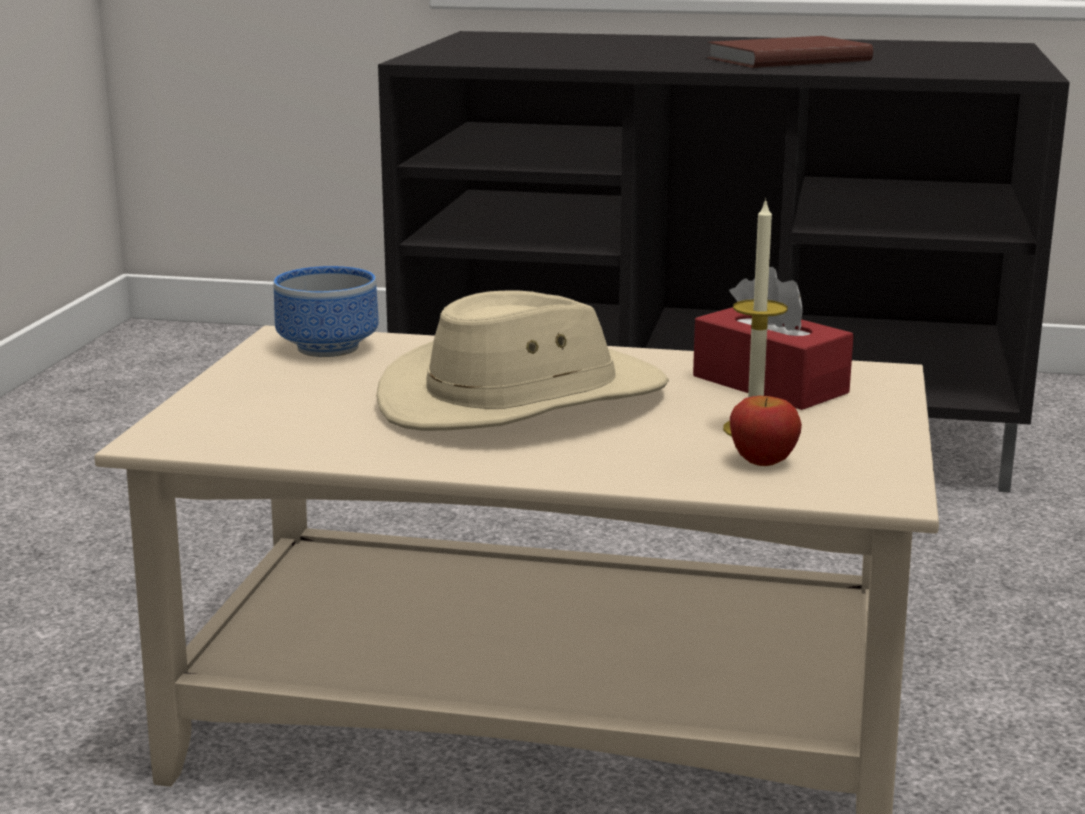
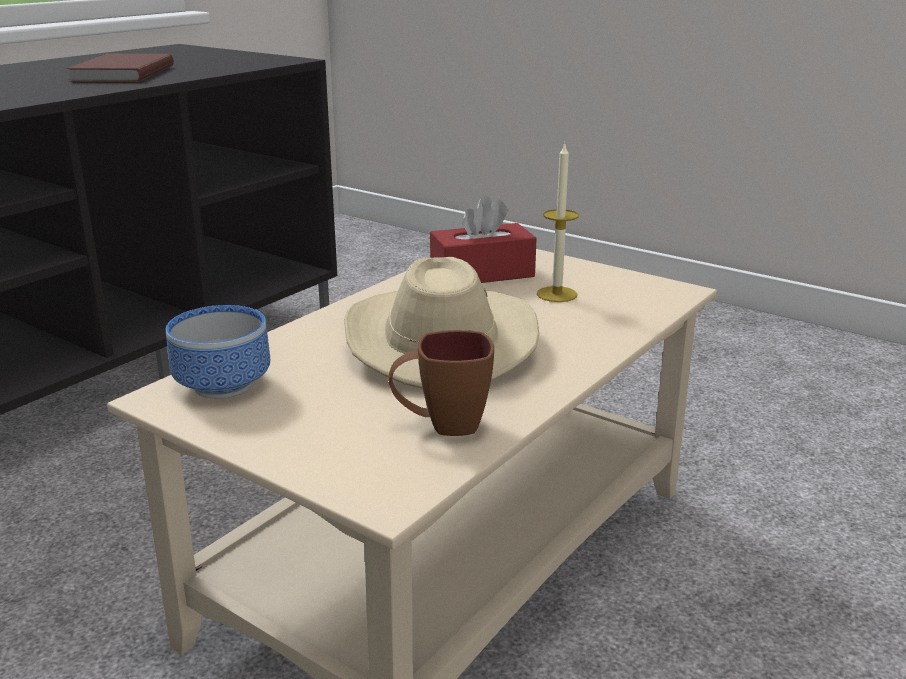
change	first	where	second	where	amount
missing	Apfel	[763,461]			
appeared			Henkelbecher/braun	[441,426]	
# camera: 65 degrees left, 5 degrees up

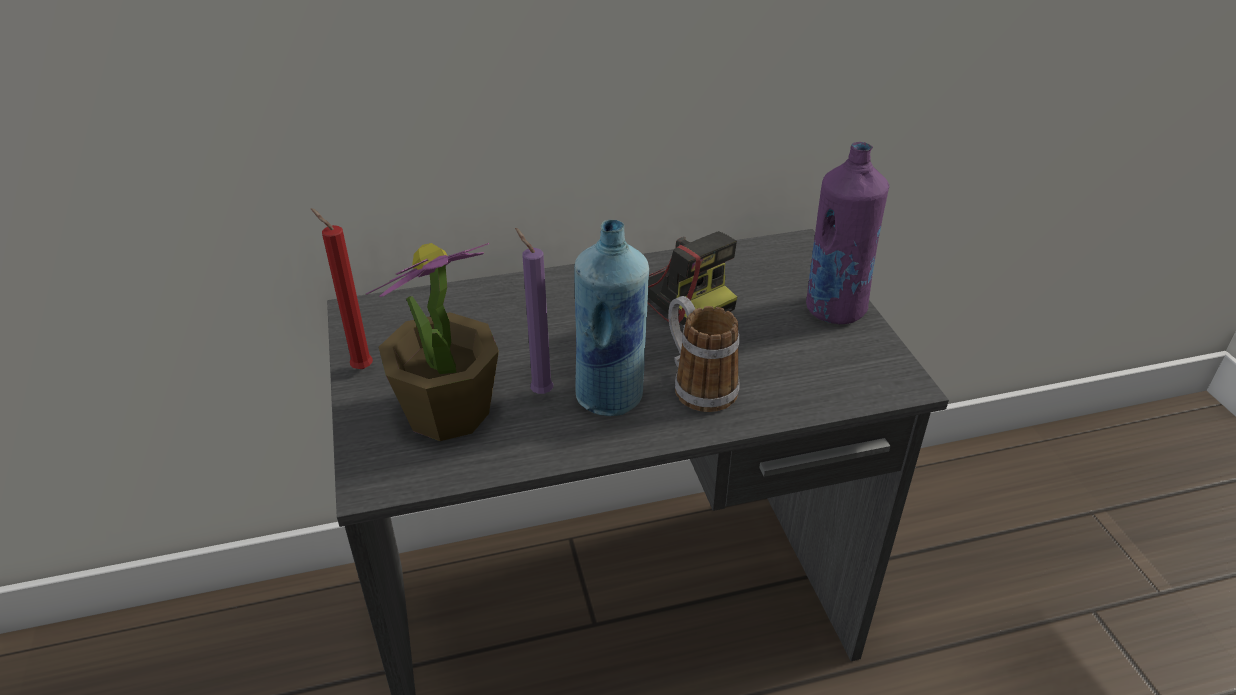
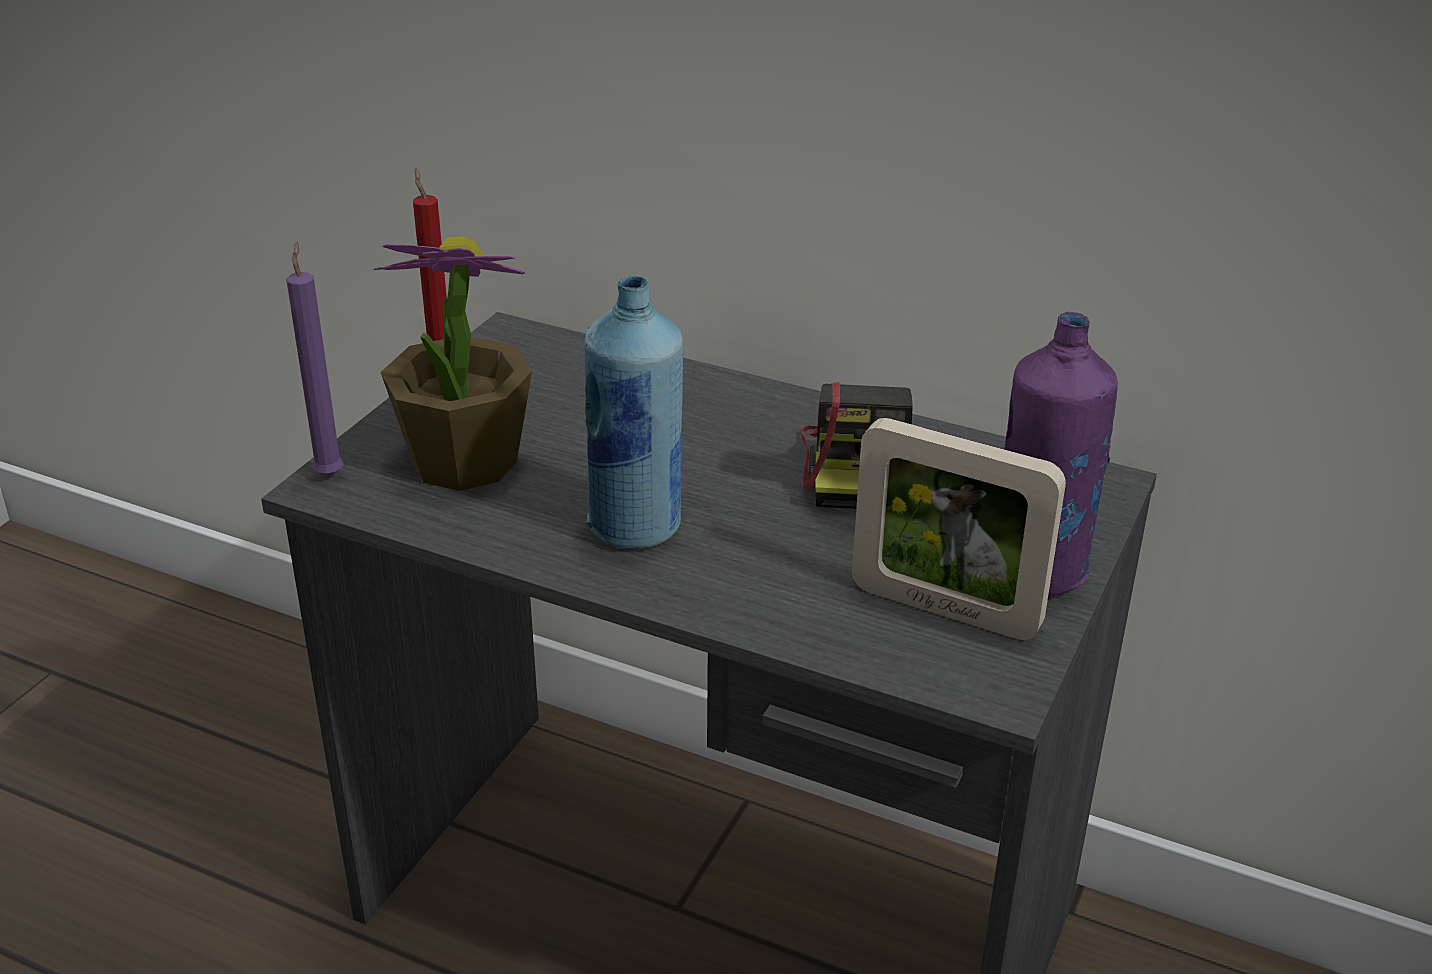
change	first	where	second	where	amount
relocated	Kerze/lila	[539,391]		[330,473]	
missing	Henkelbecher	[697,384]			
appeared			Bilderrahmen	[944,609]	
# camera: 40 degrees right, 5 degrees down

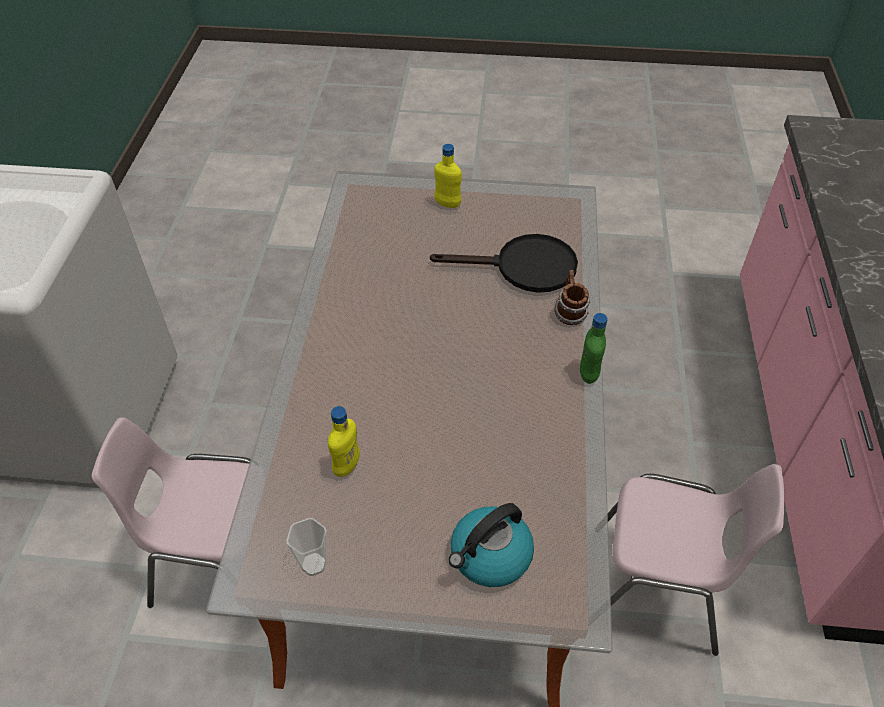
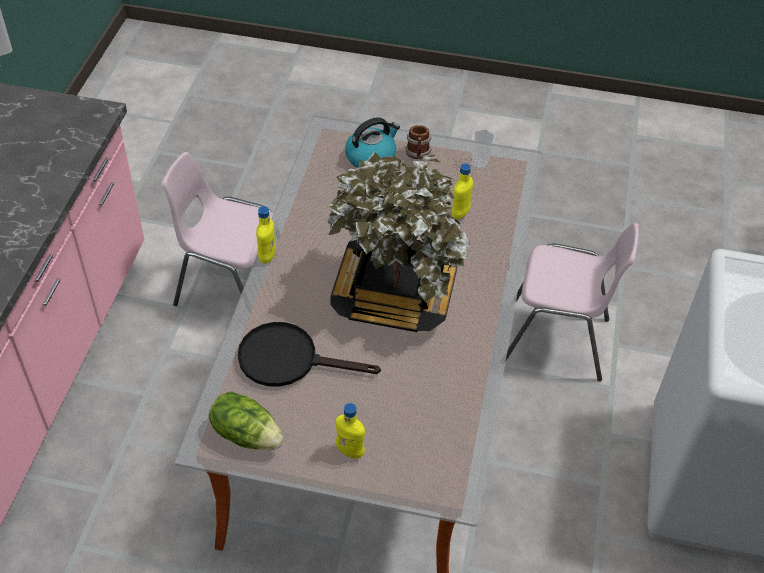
change	first	where	second	where	amount
relocated	Henkelbecher	[569,313]		[418,155]	
colour	Flasche/grün	[588,374]	Flasche/gelb	[267,256]	
appeared			Salatkopf	[247,434]	
appeared			Topfpflanze	[394,293]	
# camera: 175 degrees left, 0 degrees up

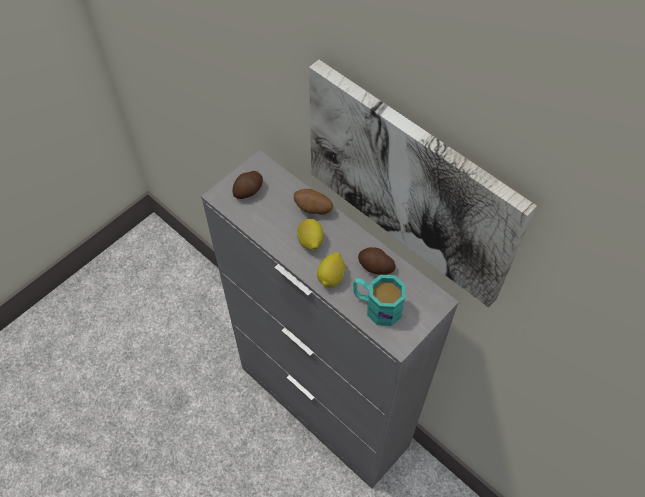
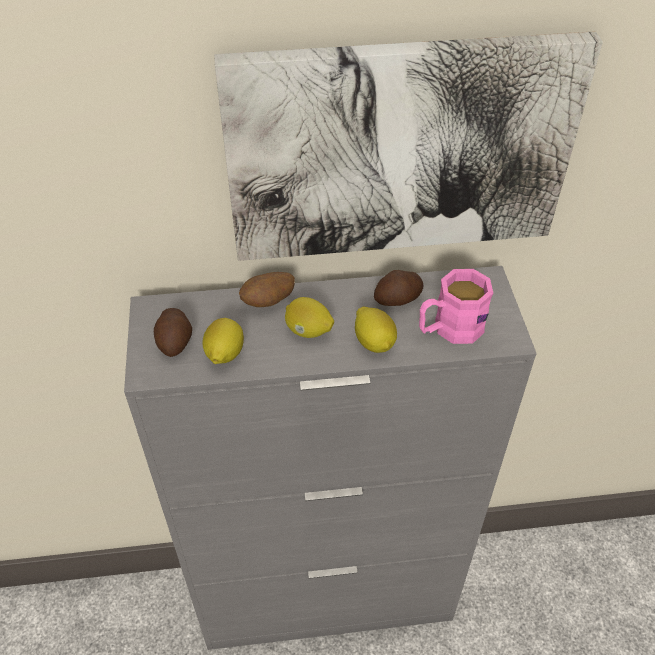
change	first	where	second	where	amount
colour	Henkelbecher/türkis	[376,306]	Henkelbecher/rosa	[449,329]	
appeared			Zitrone	[224,354]	
# camera: 50 degrees left, 10 degrees down

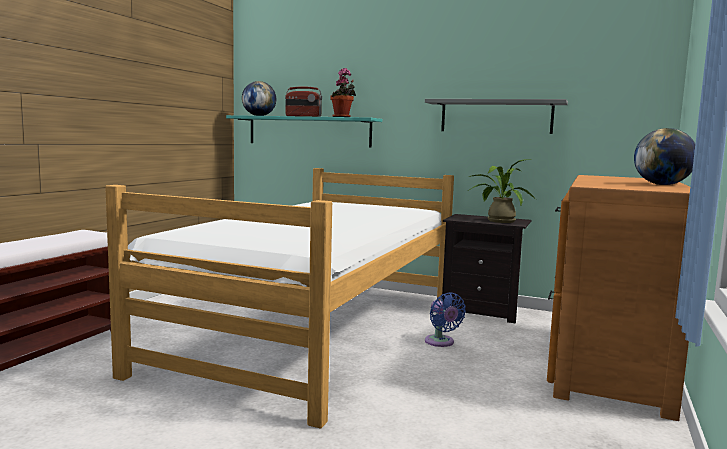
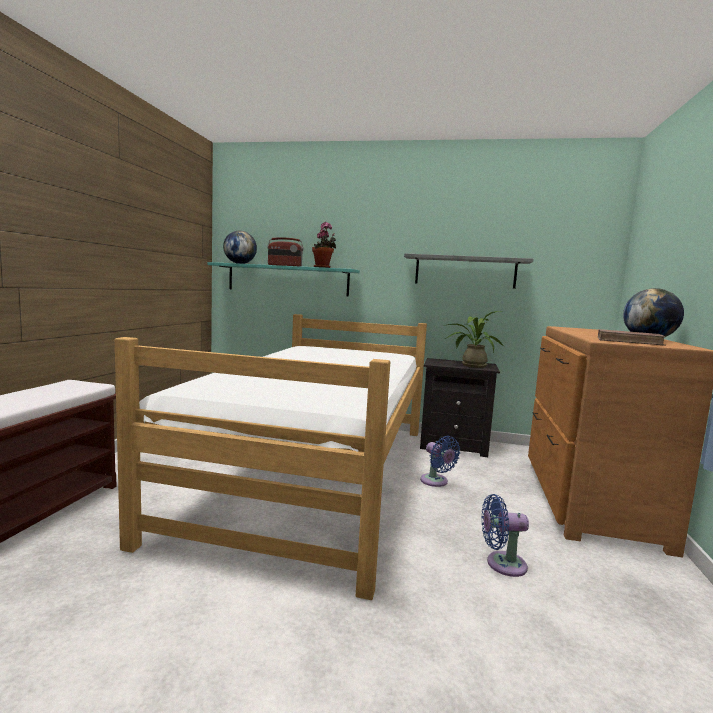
change	first	where	second	where	amount
appeared			Ventilator/blau	[502,564]	
appeared			Buch/braun	[629,341]	
# camera: 10 degrees left, 0 degrees up

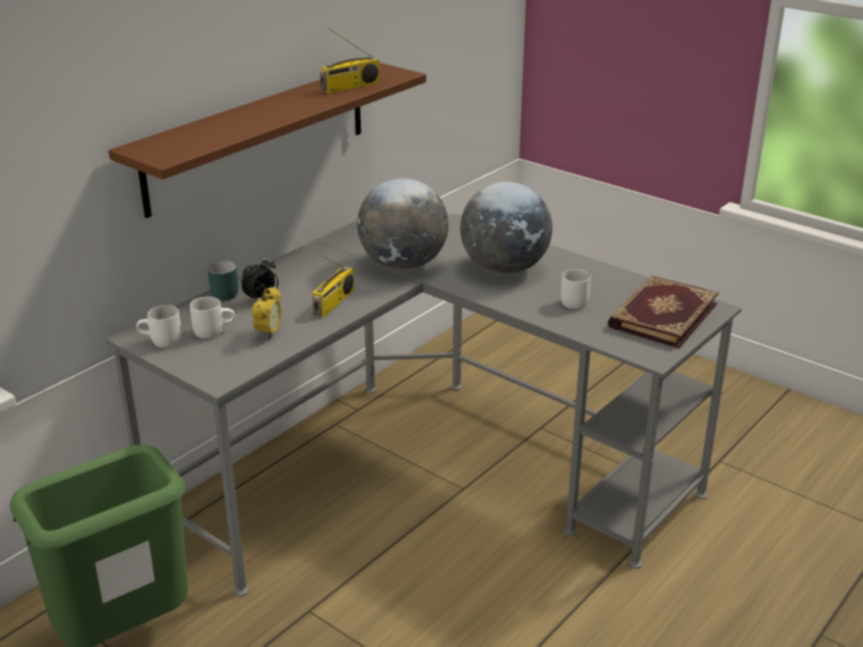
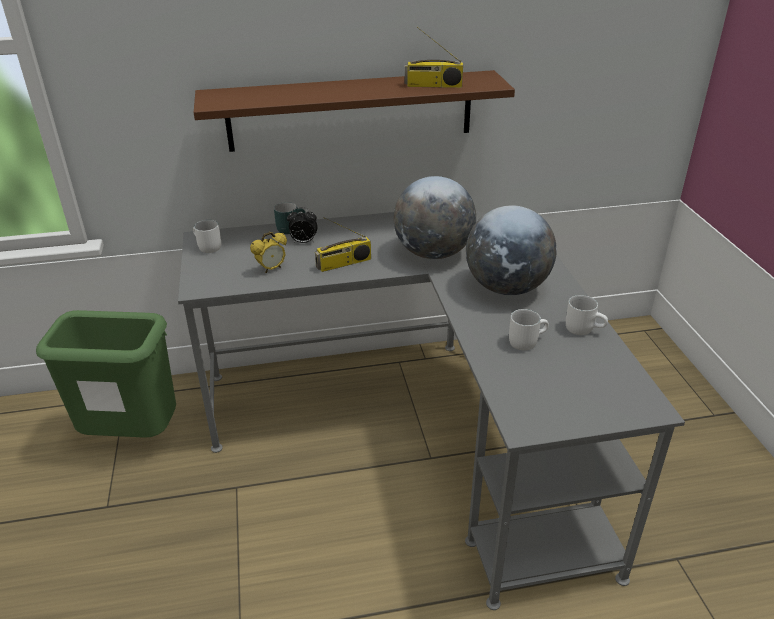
change	first	where	second	where	amount
relocated	Henkelbecher/weiß	[213,331]		[584,328]	
missing	Buch	[661,315]			
# camera: 40 degrees right, 5 degrees up

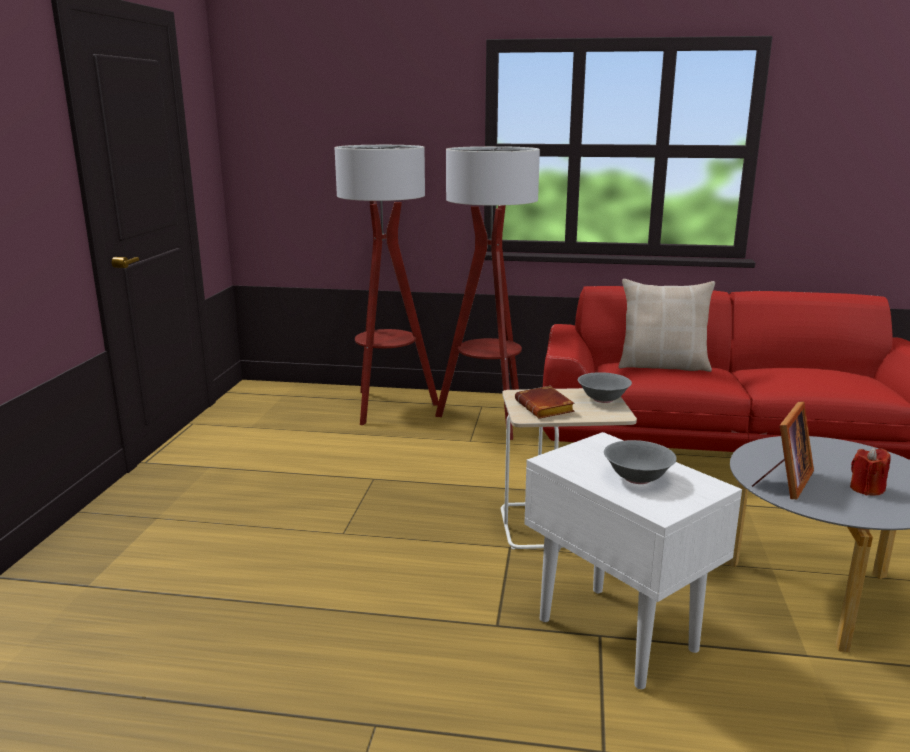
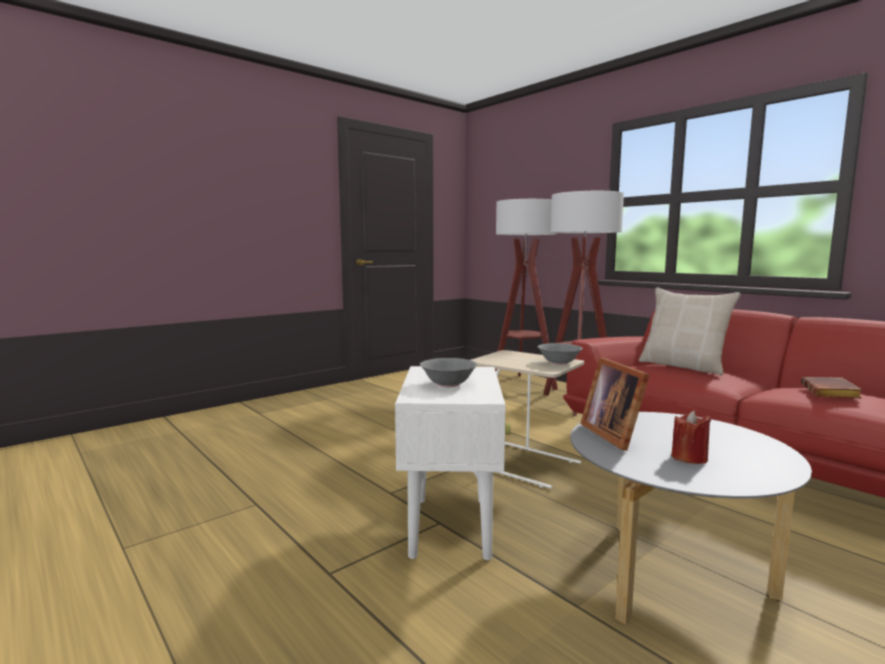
change	first	where	second	where	amount
relocated	Buch/braun	[546,408]		[832,393]	
spun	Bilderrahmen	[784,482]		[614,434]	90 degrees clockwise
# camera: 40 degrees right, 10 degrees down

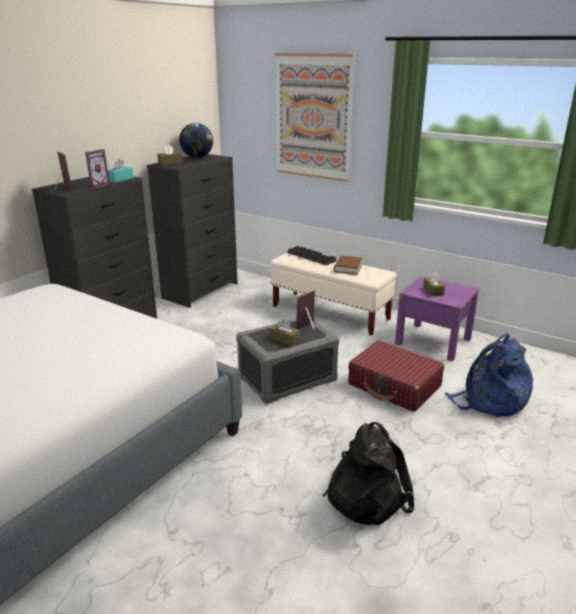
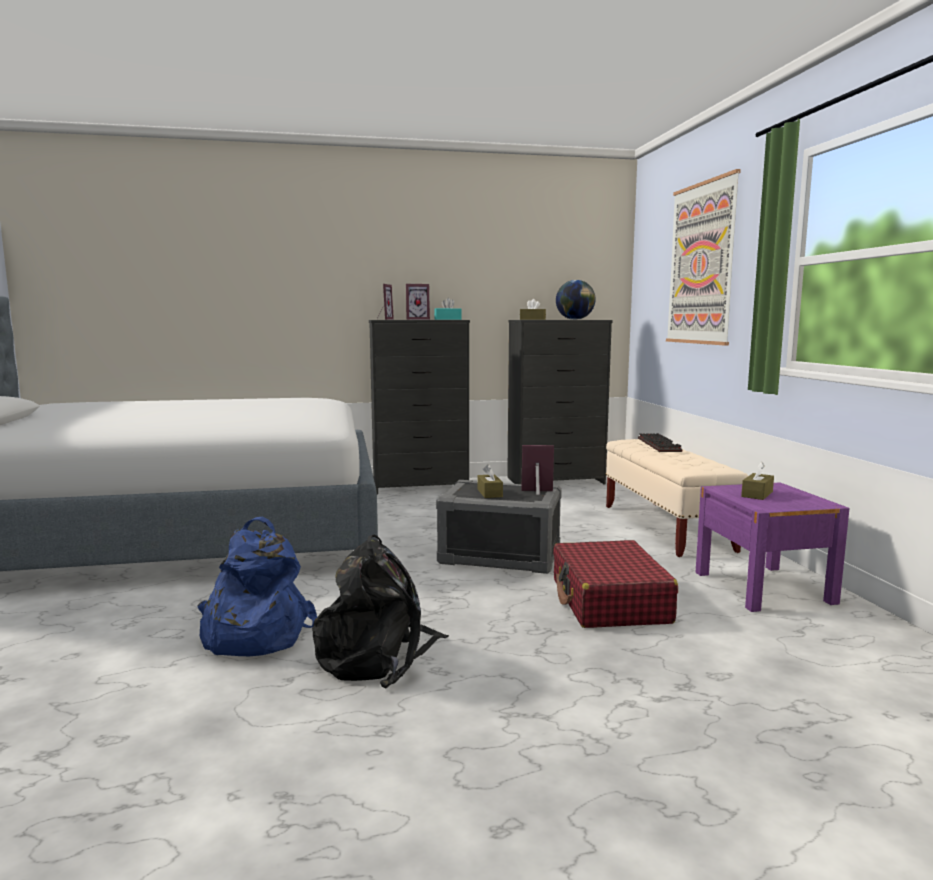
change	first	where	second	where	amount
missing	Buch/braun	[348,268]			
relocated	Rucksack/blau	[489,400]		[252,635]	
# camera: 45 degrees right, 15 degrees down

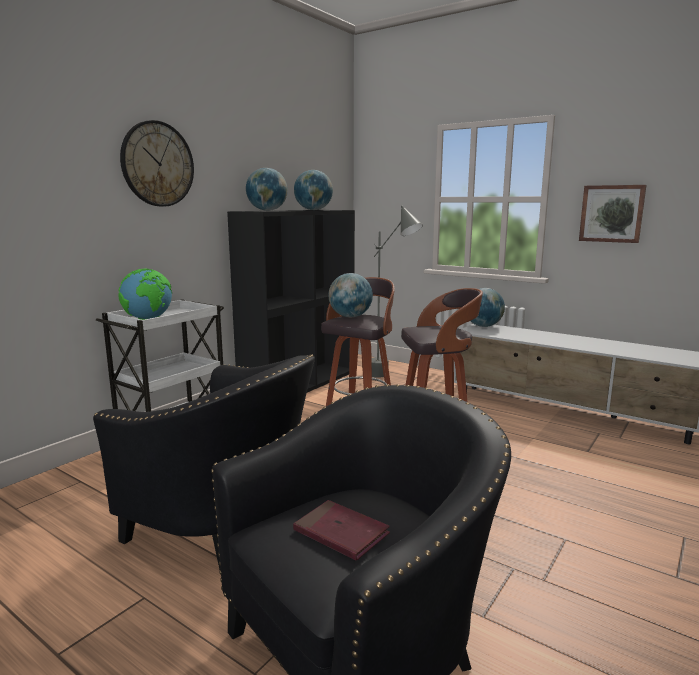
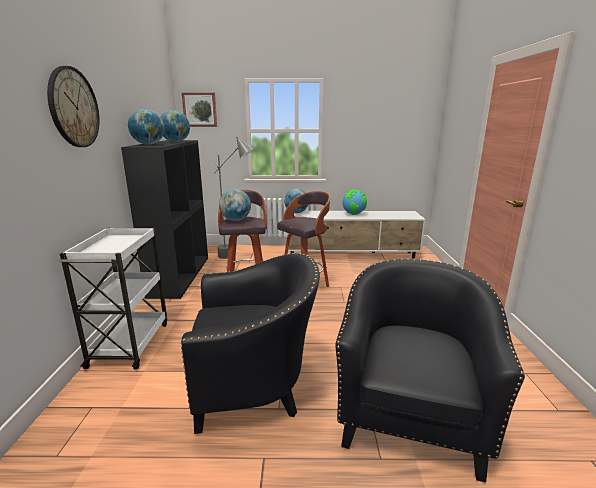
change	first	where	second	where	amount
relocated	Globus	[149,319]		[354,214]	
missing	Buch/rot	[341,533]			
relocated	Bild	[611,213]		[200,109]	
# camera: 35 degrees left, 5 degrees up

